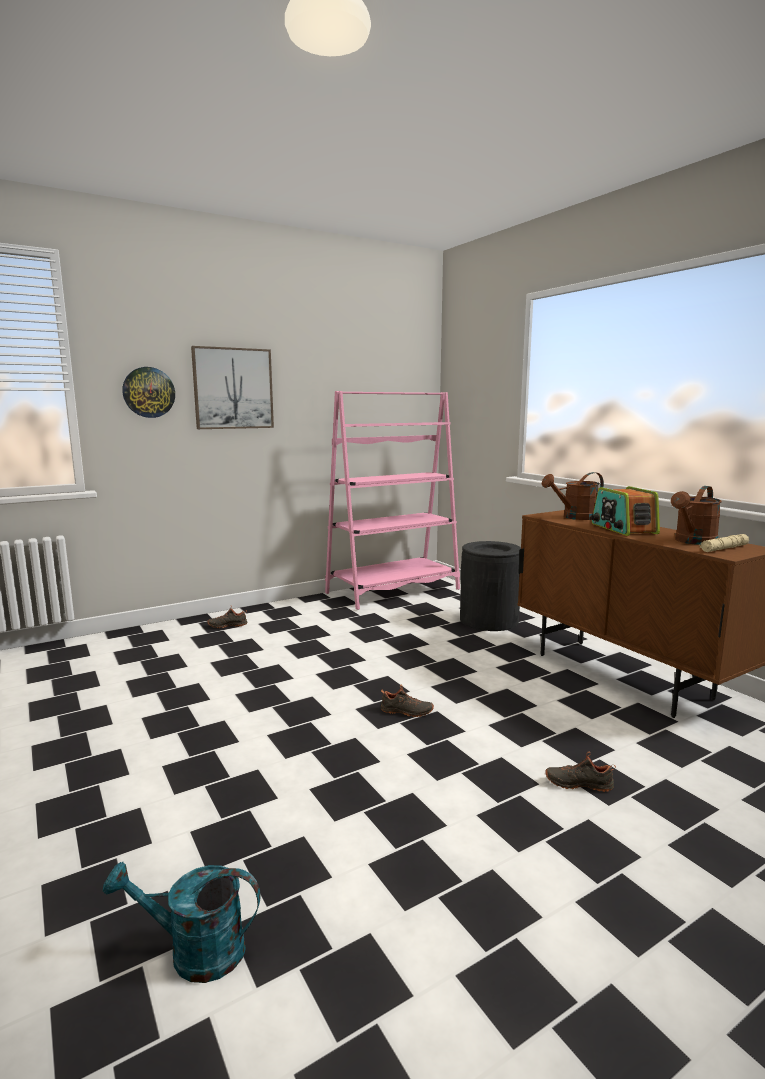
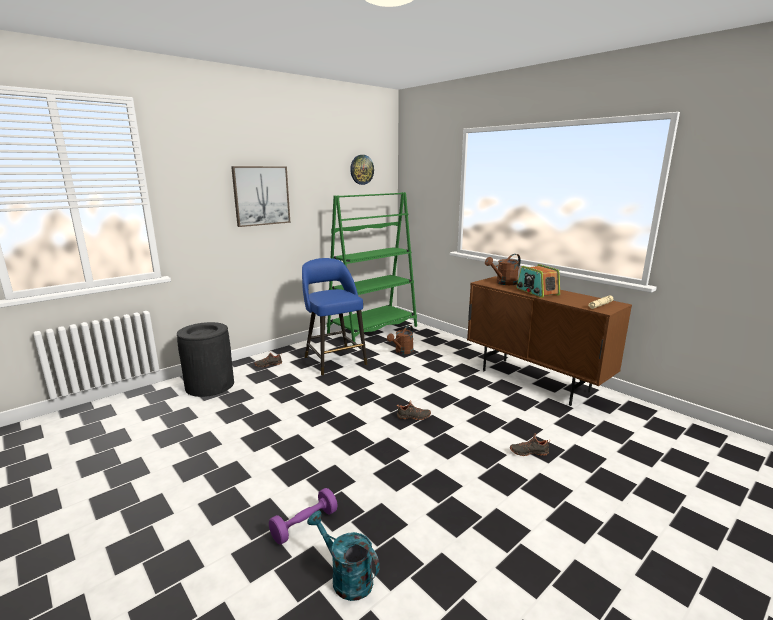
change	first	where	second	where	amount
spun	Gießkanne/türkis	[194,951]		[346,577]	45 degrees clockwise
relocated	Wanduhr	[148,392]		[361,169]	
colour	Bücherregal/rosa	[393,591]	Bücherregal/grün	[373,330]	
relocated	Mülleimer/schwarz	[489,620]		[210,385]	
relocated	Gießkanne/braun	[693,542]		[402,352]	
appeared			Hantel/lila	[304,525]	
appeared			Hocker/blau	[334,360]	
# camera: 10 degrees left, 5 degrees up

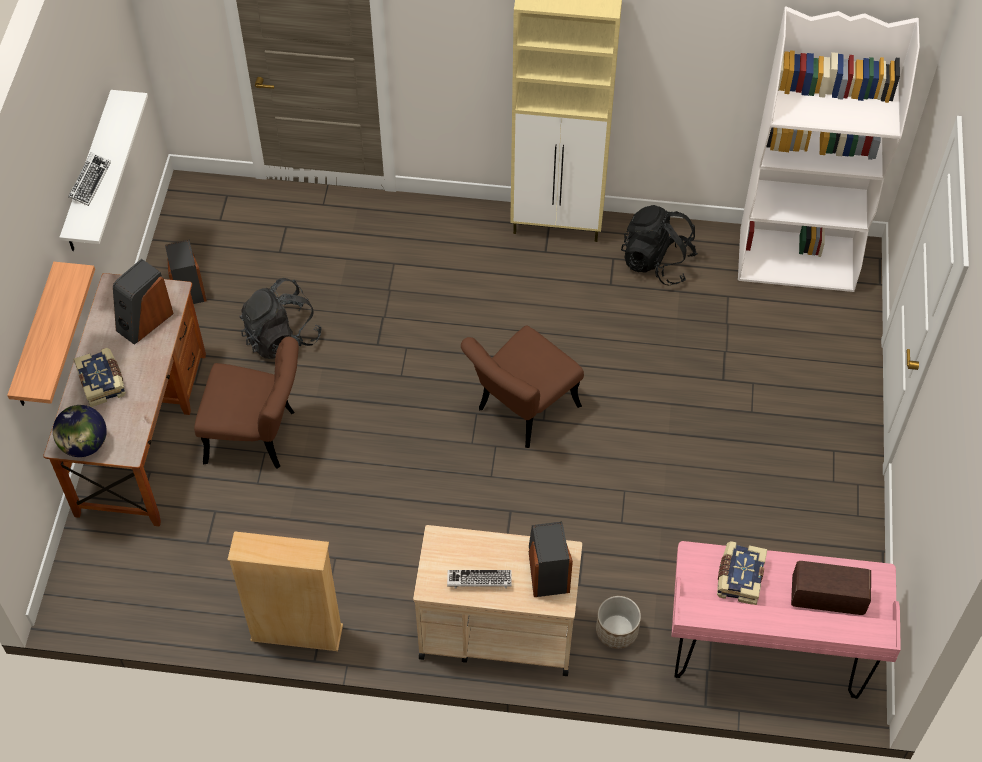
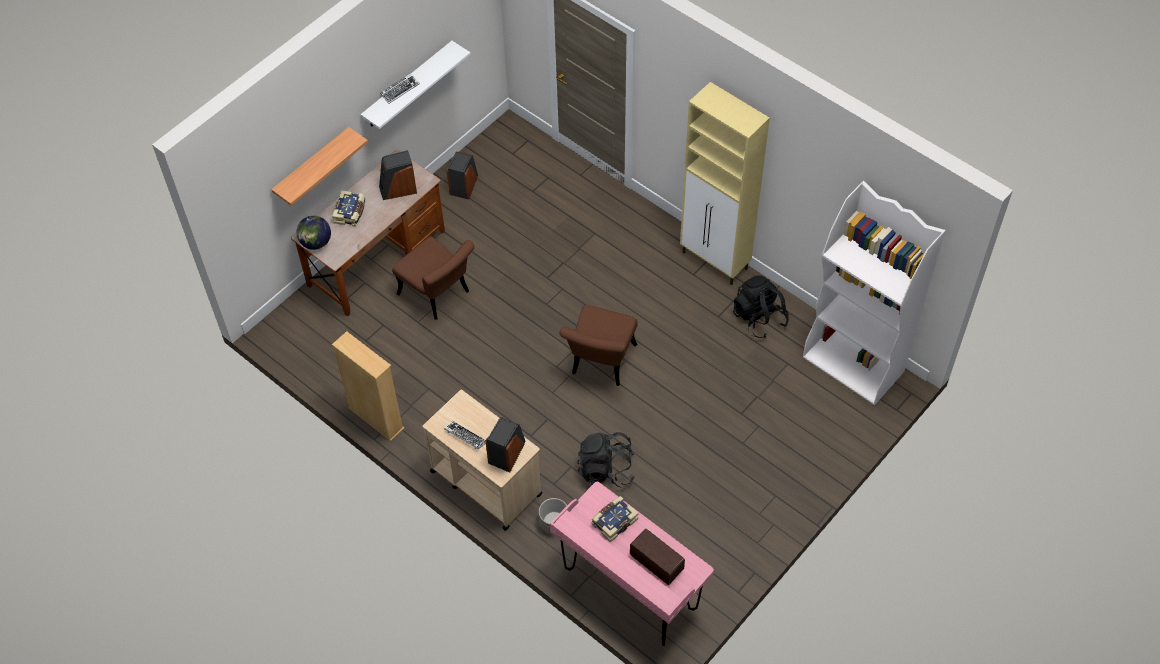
change	first	where	second	where	amount
relocated	Rucksack/schwarz	[281,337]		[606,469]	
spun	Stuhl/braun	[521,411]		[600,364]	60 degrees counterclockwise
# camera: 35 degrees right, 0 degrees up

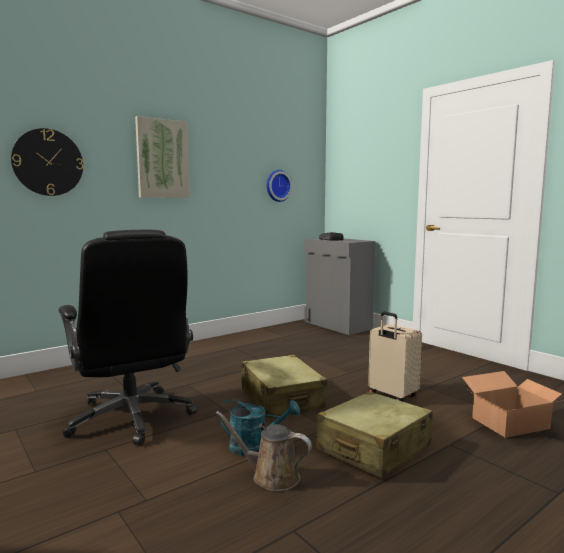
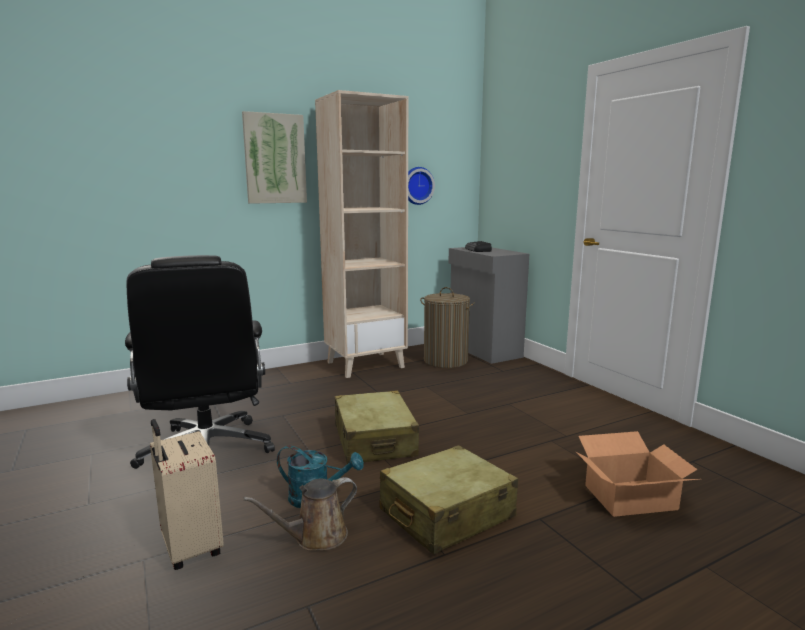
change	first	where	second	where	amount
missing	Wanduhr	[48,162]			
spun	Gießkanne/braun	[271,476]		[316,537]	60 degrees counterclockwise
relocated	Koffer/beige	[391,395]		[189,548]	
appeared			Bücherregal/beige	[365,364]	
appeared			Wäschekorb	[445,360]	
# camera: 10 degrees right, 5 degrees up

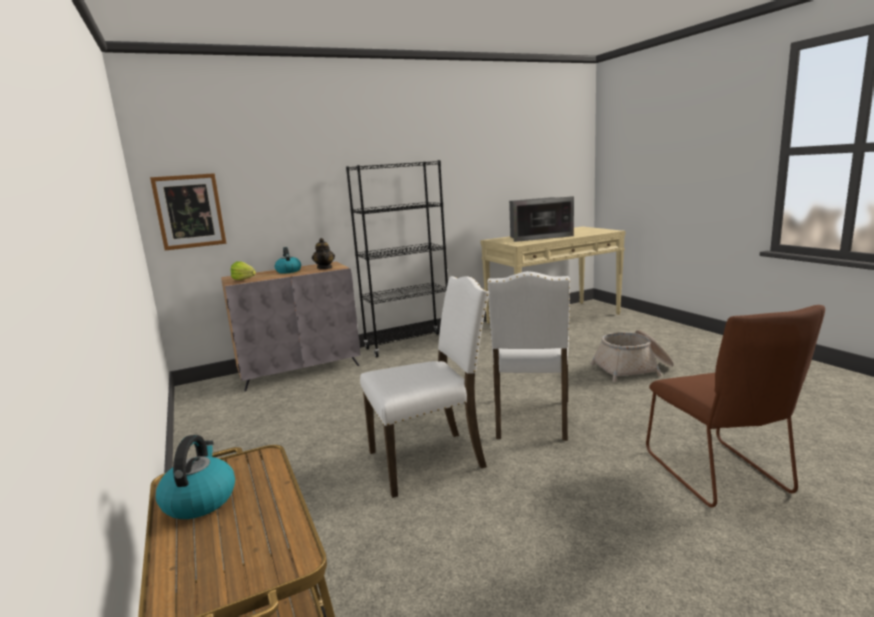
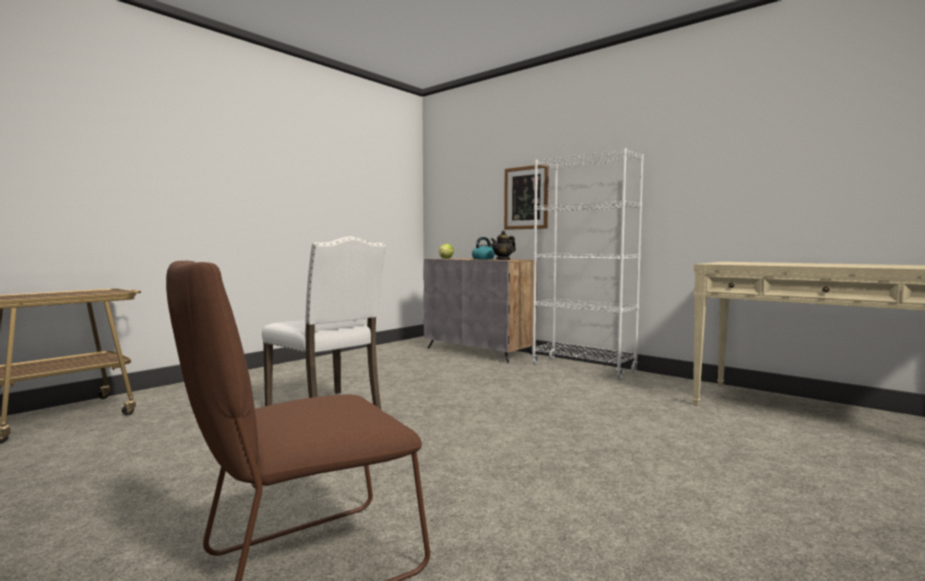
change	first	where	second	where	amount
relocated	Bild	[189,211]		[526,198]	
missing	Wasserkessel	[199,500]			
colour	Bücherregal/schwarz	[408,345]	Bücherregal/weiß	[583,368]	
missing	Stuhl/weiß	[531,419]			
missing	Mikrowelle	[538,237]			
missing	Korb	[633,369]			
# camera: 65 degrees right, 10 degrees down

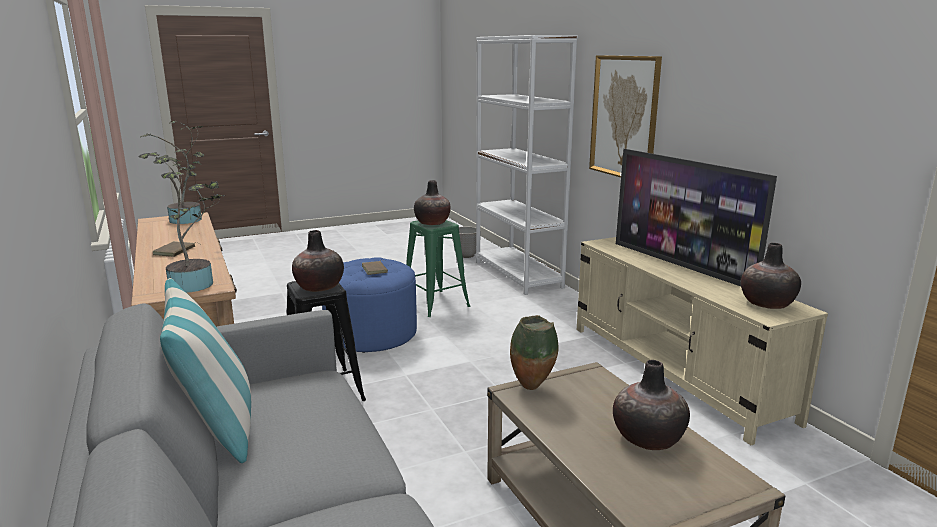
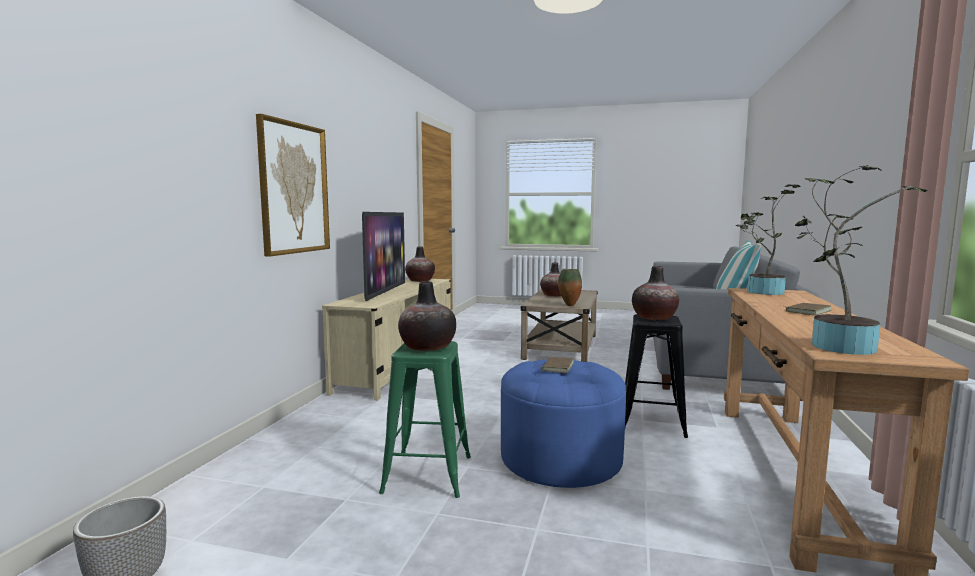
change	first	where	second	where	amount
missing	Bücherregal/weiß	[518,274]			
# camera: 140 degrees left, 10 degrees down

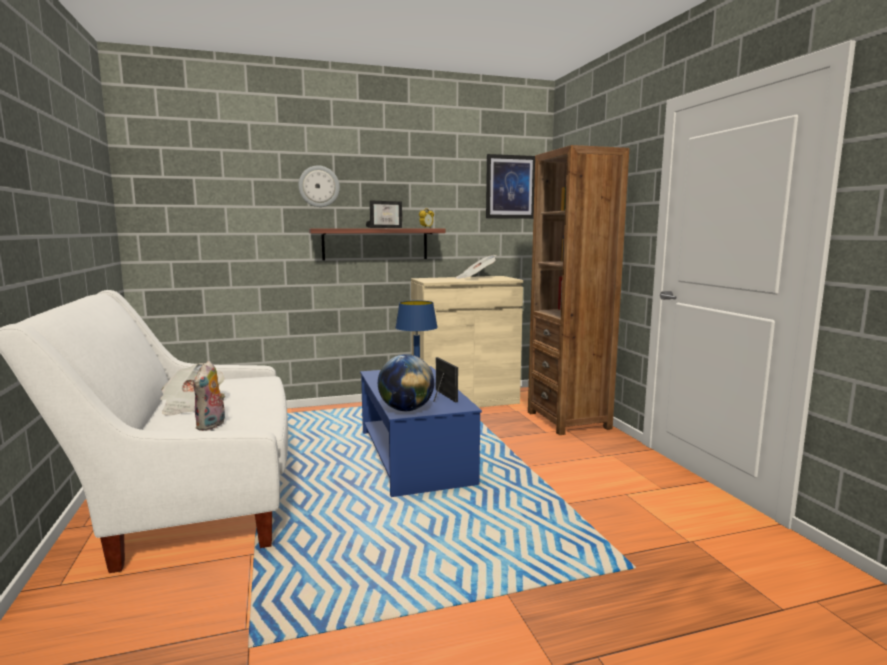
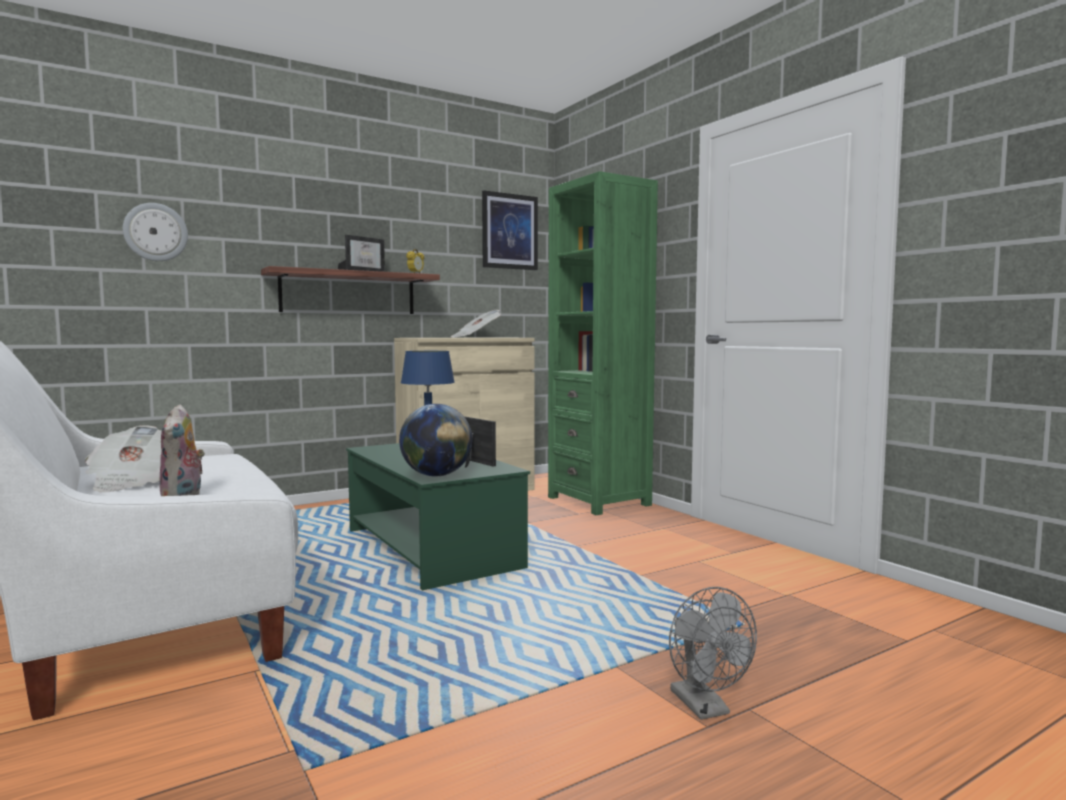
change	first	where	second	where	amount
relocated	Wanduhr	[319,186]		[155,232]	
colour	Couchtisch/blau	[414,456]	Couchtisch/grün	[430,548]	
colour	Bücherregal/braun	[568,420]	Bücherregal/grün	[599,501]	
appeared			Ventilator/grau	[705,708]	
# camera: 15 degrees left, 5 degrees down

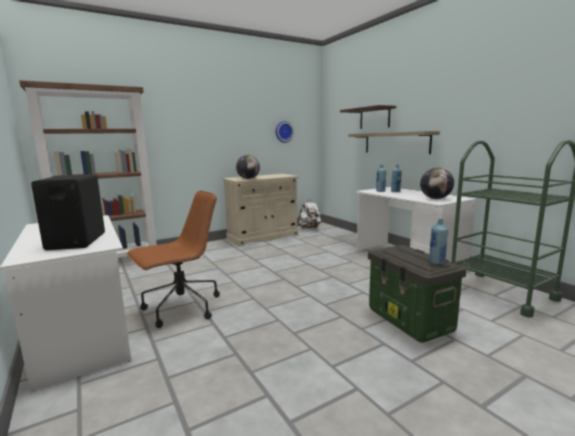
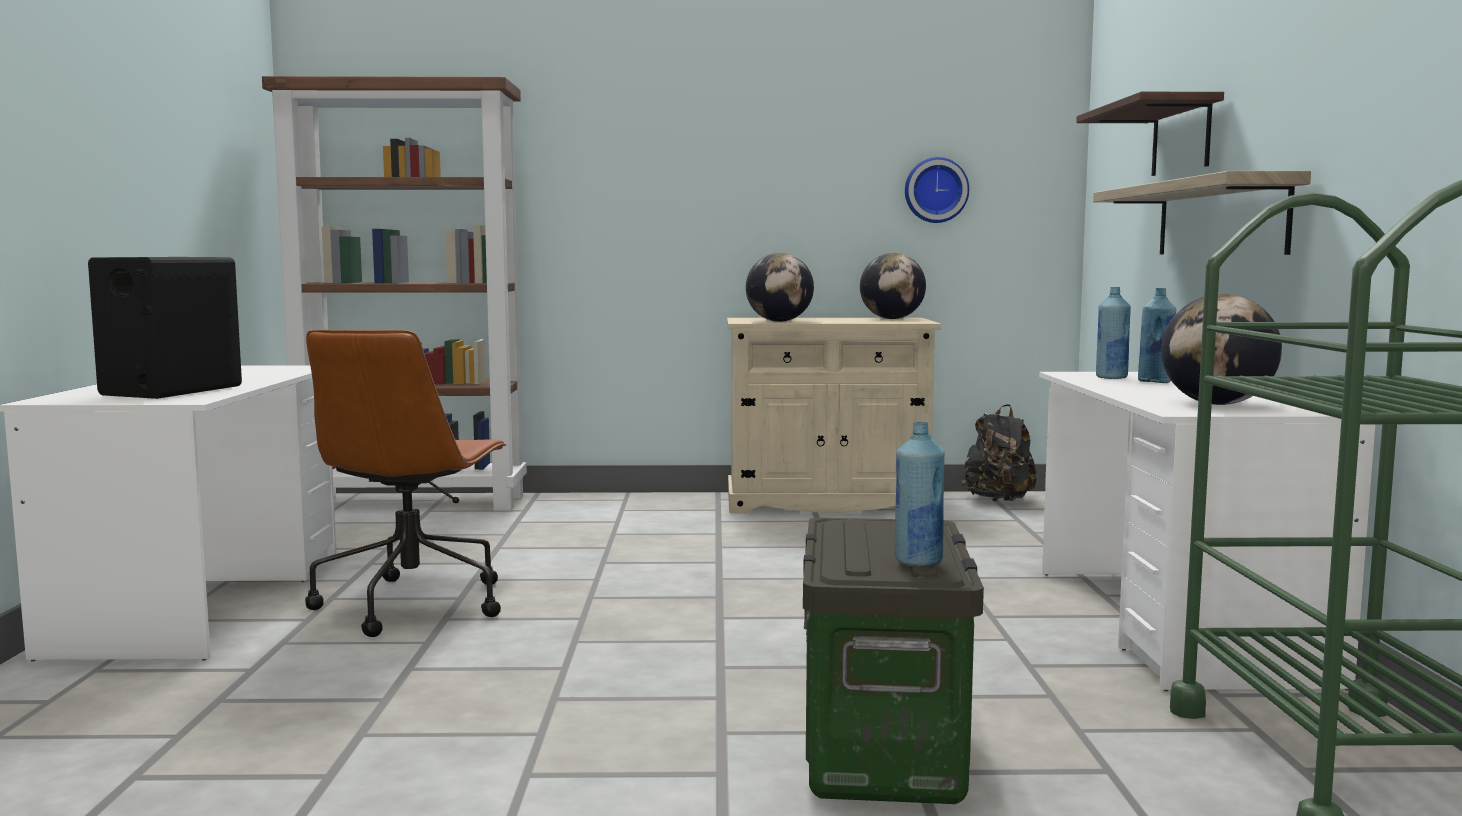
change	first	where	second	where	amount
spun	Bürostuhl/braun	[181,308]		[412,603]	105 degrees clockwise
colour	Rucksack/weiß	[309,228]	Rucksack/schwarz	[999,501]	
appeared			Globus	[892,319]	
# camera: 30 degrees right, 5 degrees down

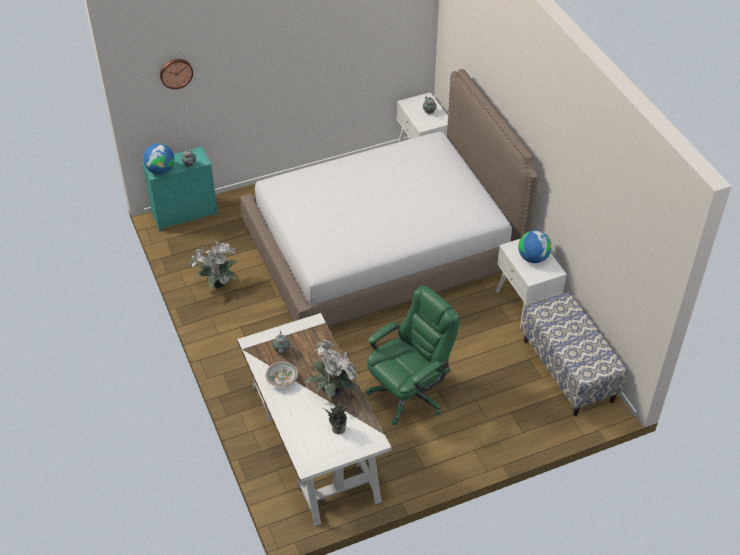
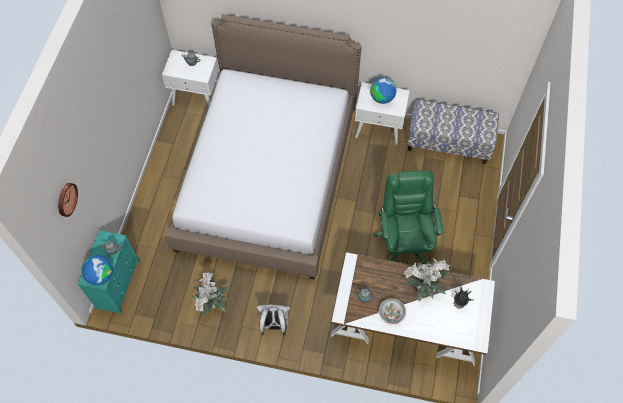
change	first	where	second	where	amount
appeared			Rucksack/weiß	[274,325]	
# camera: 55 degrees left, 15 degrees up

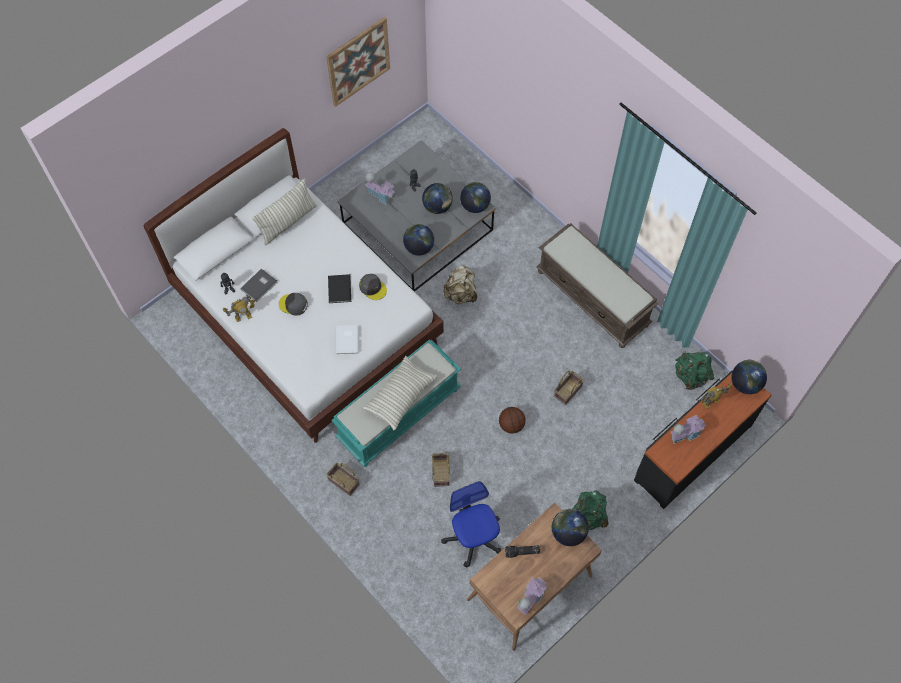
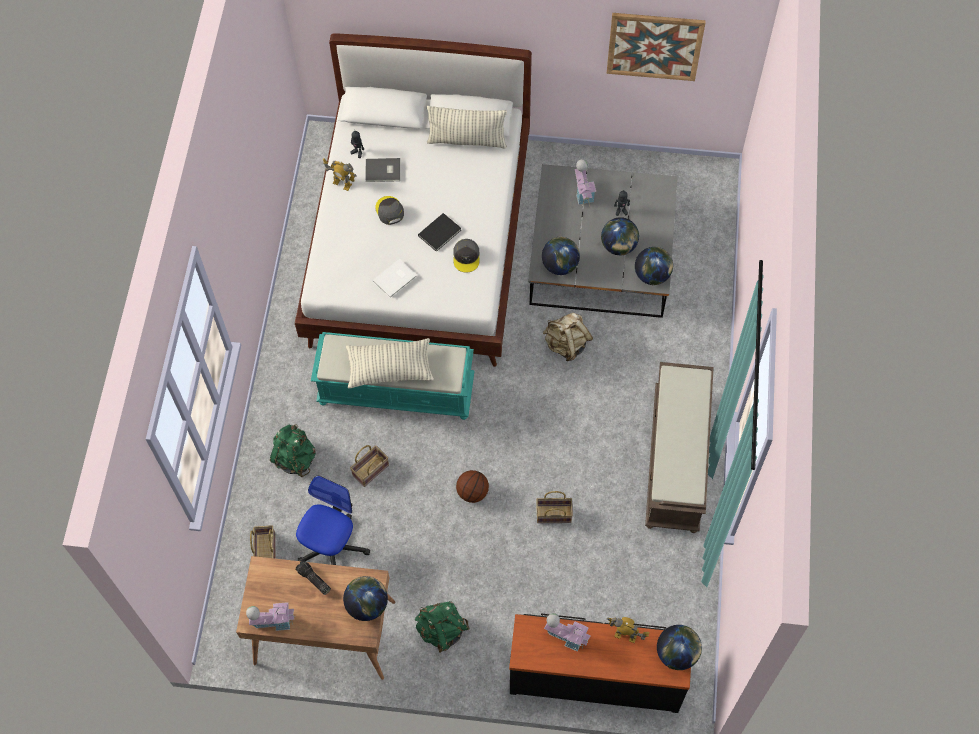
change	first	where	second	where	amount
relocated	Korb	[343,482]		[265,549]	
relocated	Rucksack/grün	[691,376]		[295,458]	
# camera: 50 degrees right, 0 degrees up

